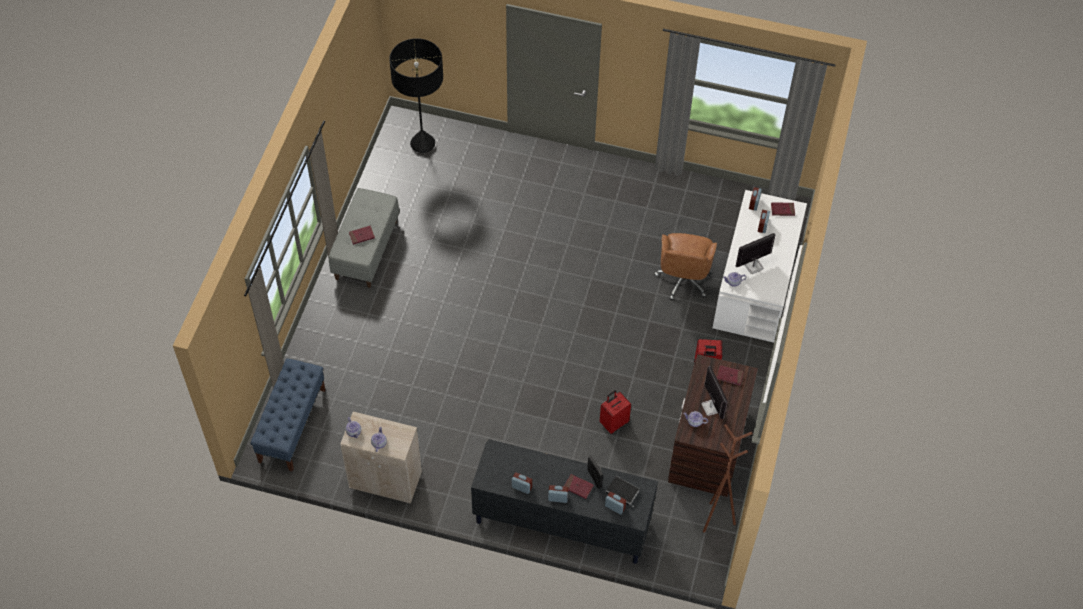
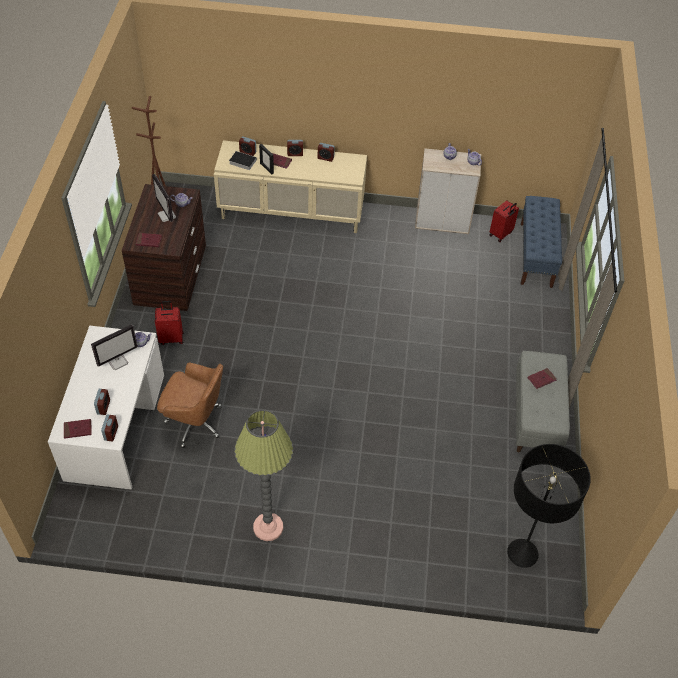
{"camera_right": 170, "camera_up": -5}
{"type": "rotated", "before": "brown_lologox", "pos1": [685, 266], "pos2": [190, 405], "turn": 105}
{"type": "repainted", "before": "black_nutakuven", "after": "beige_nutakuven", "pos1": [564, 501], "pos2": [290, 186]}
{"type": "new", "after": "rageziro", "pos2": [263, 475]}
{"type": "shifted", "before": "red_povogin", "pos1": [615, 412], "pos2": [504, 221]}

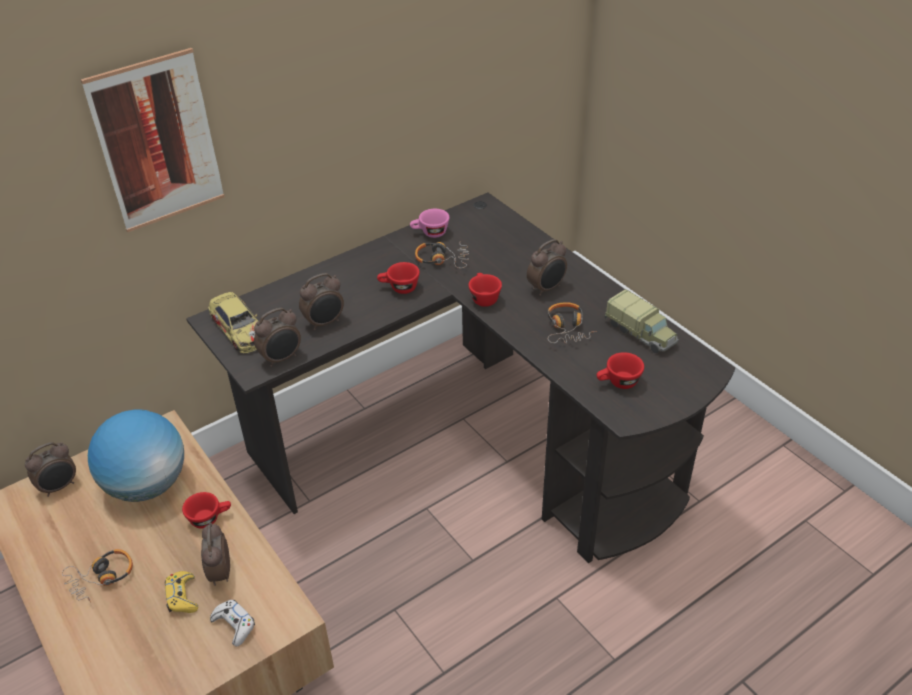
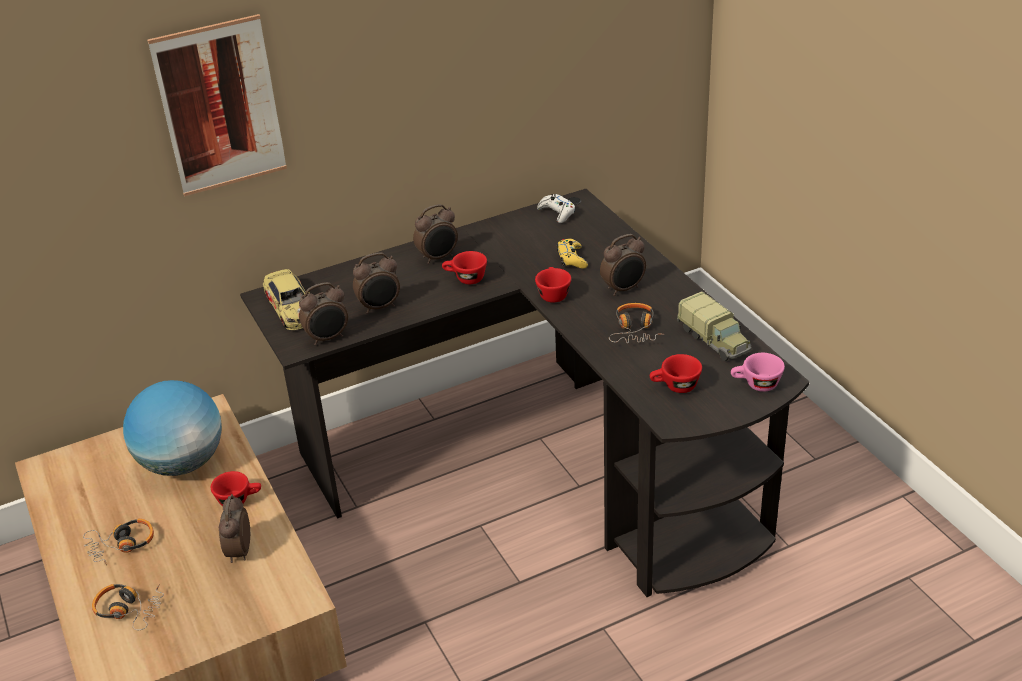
{"camera_right": 10, "camera_up": -5}
{"type": "shifted", "before": "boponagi", "pos1": [442, 255], "pos2": [128, 607]}
{"type": "shifted", "before": "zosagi", "pos1": [50, 469], "pos2": [435, 234]}
{"type": "shifted", "before": "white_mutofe", "pos1": [232, 623], "pos2": [556, 208]}
{"type": "shifted", "before": "yellow_mutofe", "pos1": [181, 592], "pos2": [572, 254]}
{"type": "shifted", "before": "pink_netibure", "pos1": [429, 223], "pos2": [758, 372]}

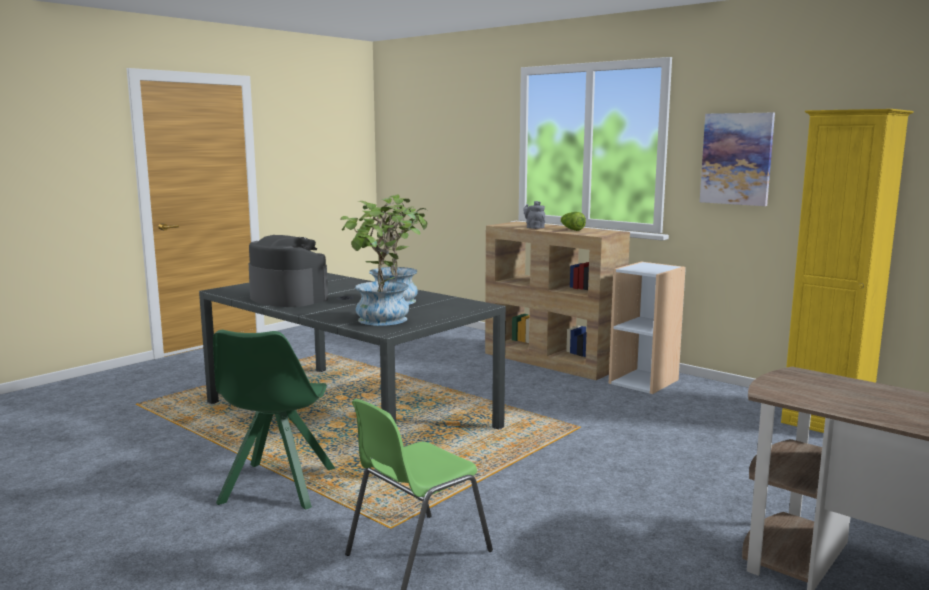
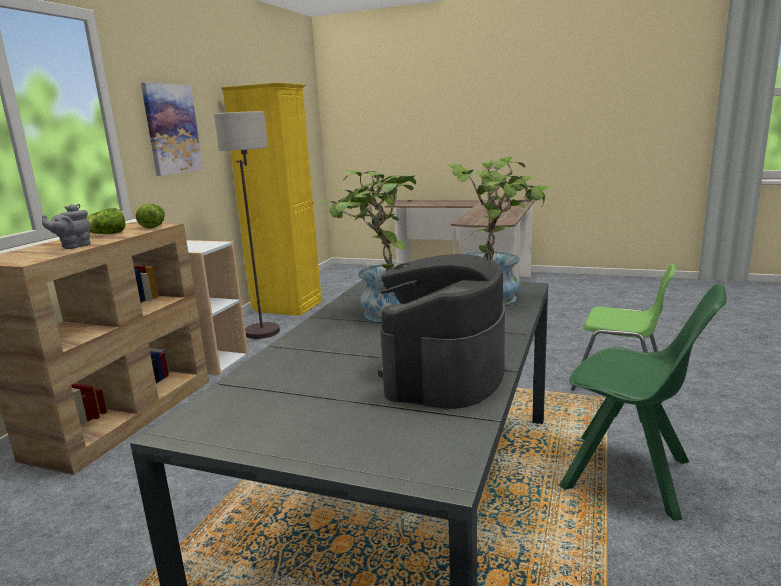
{"camera_right": -110, "camera_up": 5}
{"type": "new", "after": "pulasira", "pos2": [150, 216]}
{"type": "new", "after": "grey_rageziro", "pos2": [247, 225]}
{"type": "rotated", "before": "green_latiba", "pos1": [274, 420], "pos2": [643, 402], "turn": 45}

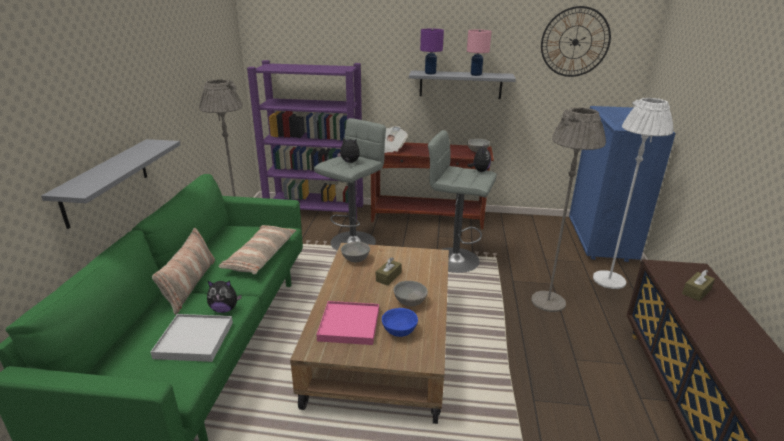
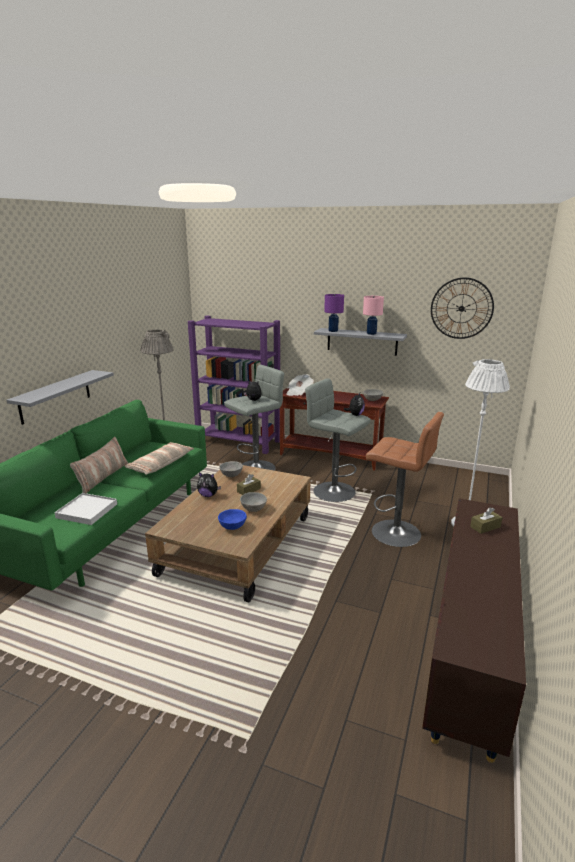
{"camera_right": 15, "camera_up": -5}
{"type": "shifted", "before": "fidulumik", "pos1": [224, 297], "pos2": [209, 484]}
{"type": "swapped", "before": "grey_rageziro", "after": "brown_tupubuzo", "pos1": [568, 210], "pos2": [405, 479]}
{"type": "gone", "before": "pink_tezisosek", "pos1": [348, 323]}
{"type": "gone", "before": "blue_nutakuven", "pos1": [622, 184]}

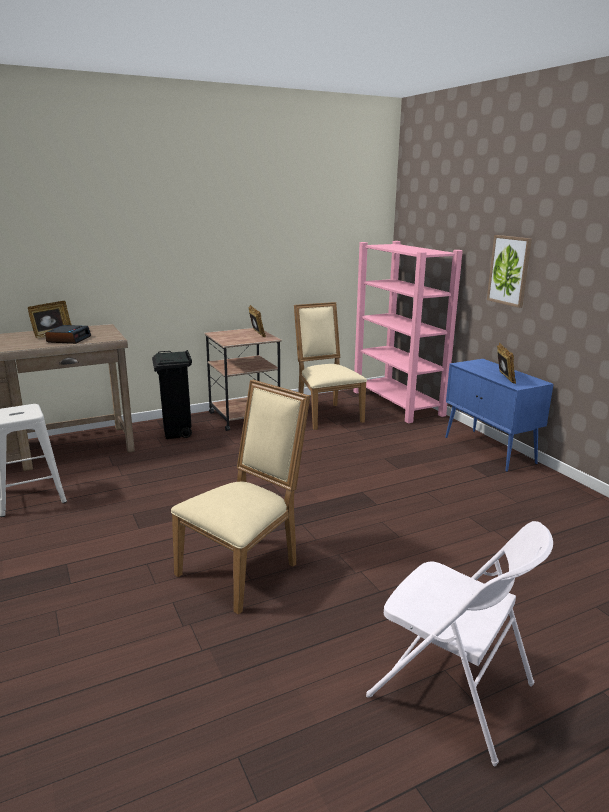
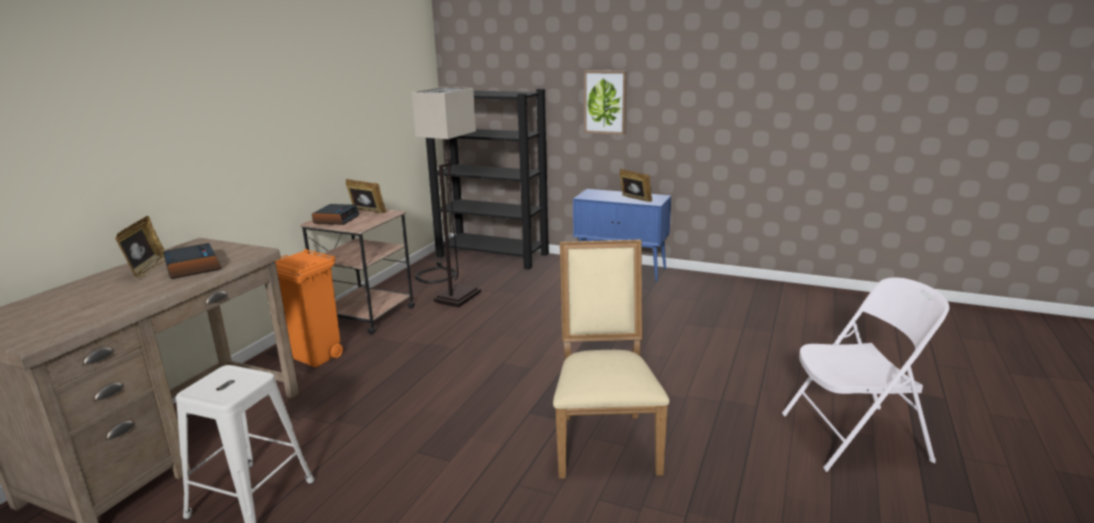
{"camera_right": -40, "camera_up": 0}
{"type": "repainted", "before": "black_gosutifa", "after": "orange_gosutifa", "pos1": [172, 394], "pos2": [309, 308]}
{"type": "new", "after": "zosagi", "pos2": [335, 214]}
{"type": "swapped", "before": "beige_latiba", "after": "rageziro", "pos1": [330, 366], "pos2": [446, 197]}
{"type": "repainted", "before": "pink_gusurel", "after": "black_gusurel", "pos1": [408, 332], "pos2": [487, 179]}

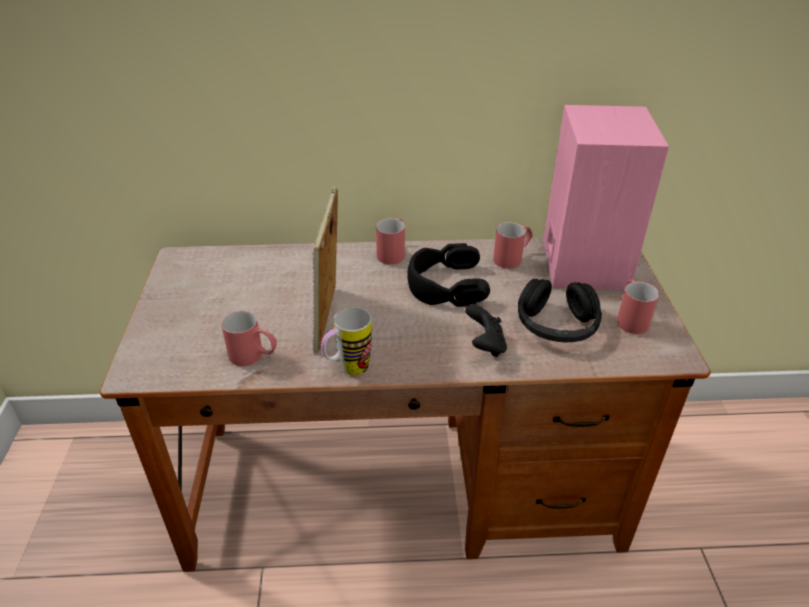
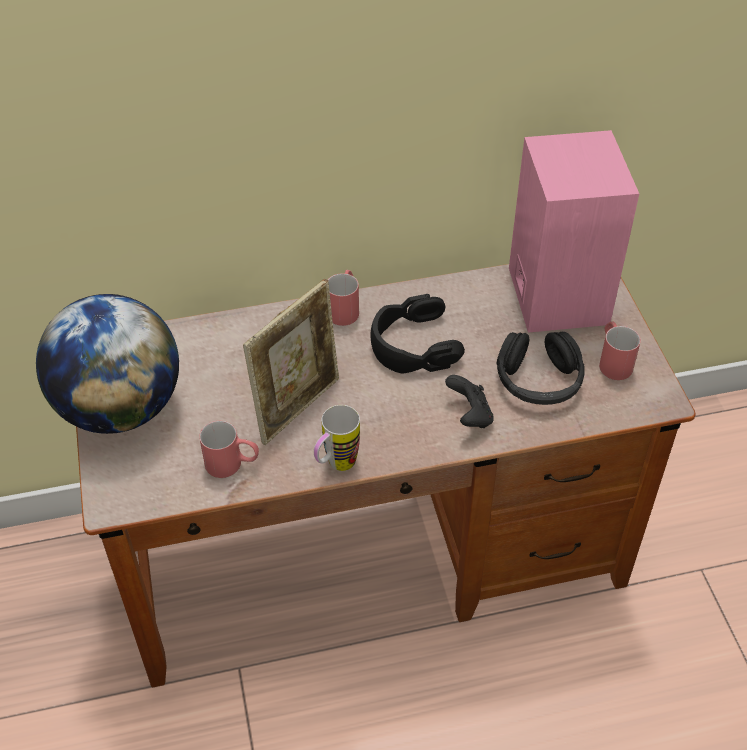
{"camera_right": -10, "camera_up": 10}
{"type": "new", "after": "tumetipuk", "pos2": [107, 364]}
{"type": "rotated", "before": "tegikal", "pos1": [325, 269], "pos2": [291, 362], "turn": -135}
{"type": "gone", "before": "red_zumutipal", "pos1": [513, 245]}

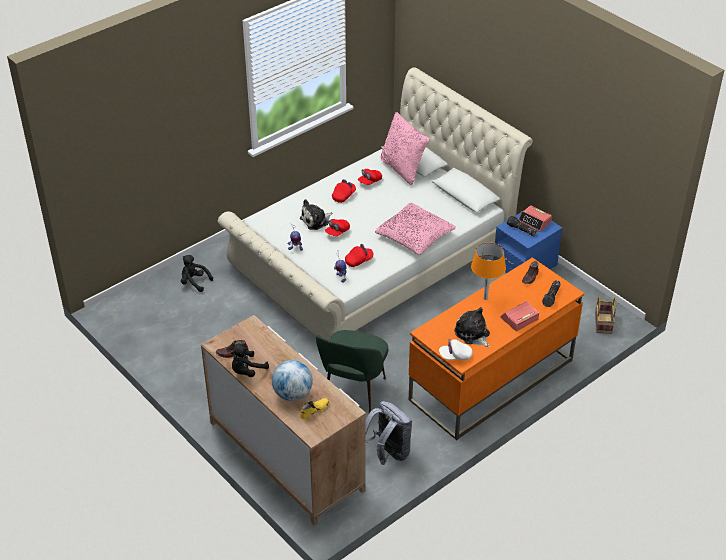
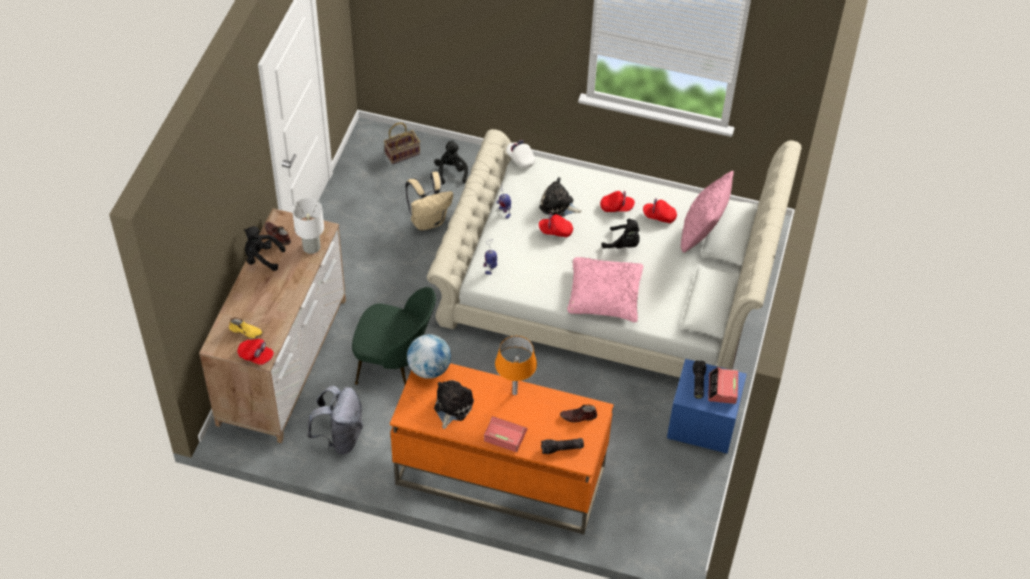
{"camera_right": 55, "camera_up": 10}
{"type": "shifted", "before": "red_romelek", "pos1": [359, 255], "pos2": [255, 352]}
{"type": "new", "after": "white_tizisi", "pos2": [308, 226]}
{"type": "rotated", "before": "green_latiba", "pos1": [352, 371], "pos2": [394, 336], "turn": -150}
{"type": "shifted", "before": "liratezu", "pos1": [605, 315], "pos2": [402, 143]}
{"type": "new", "after": "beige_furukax", "pos2": [429, 201]}
{"type": "shifted", "before": "tumetipuk", "pos1": [292, 380], "pos2": [429, 356]}
{"type": "shifted", "before": "white_romelek", "pos1": [456, 349], "pos2": [520, 154]}
{"type": "new", "after": "black_fidulumik", "pos2": [621, 234]}

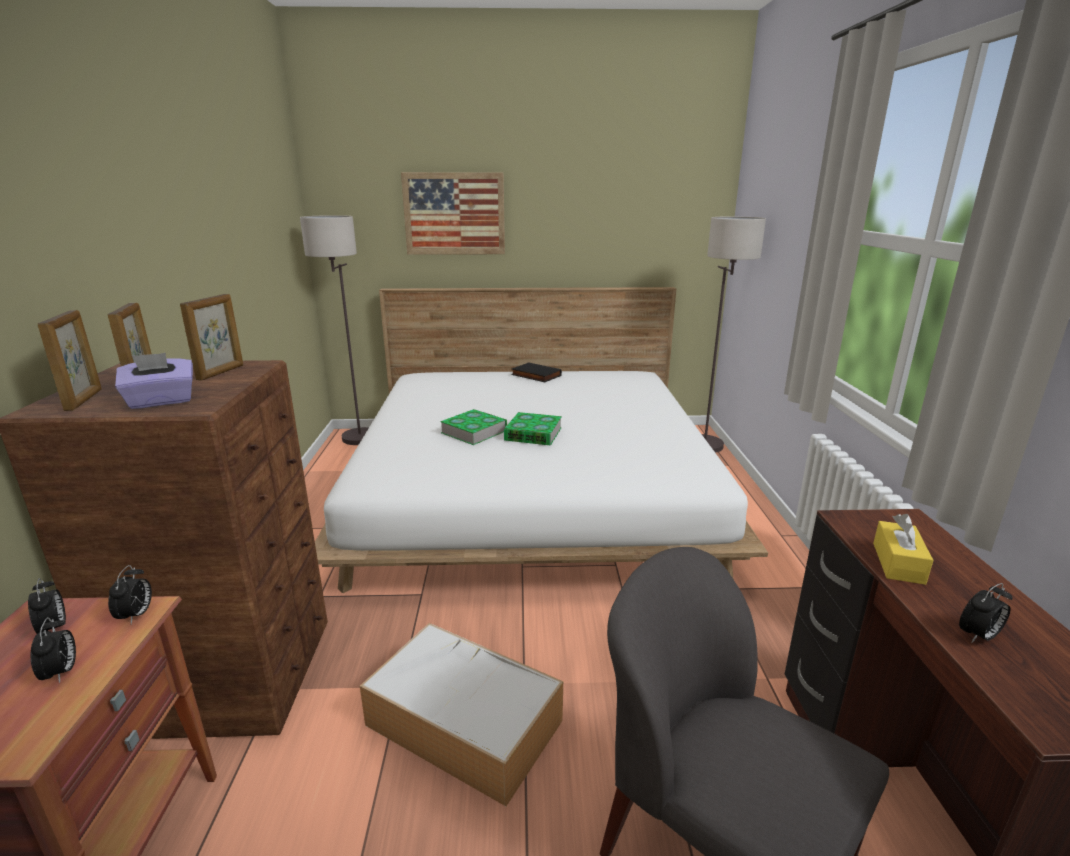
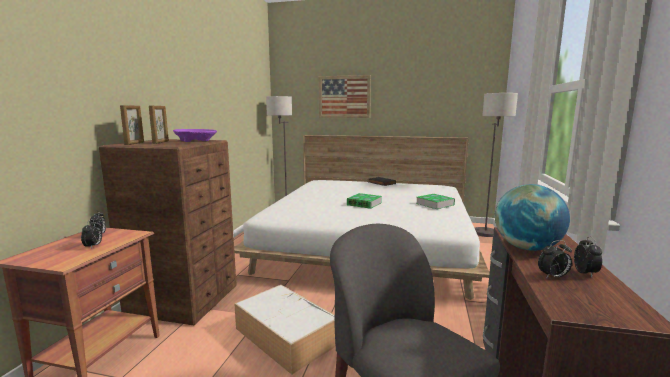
{"camera_right": 15, "camera_up": -10}
{"type": "swapped", "before": "tegikal", "after": "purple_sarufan", "pos1": [211, 337], "pos2": [195, 135]}
{"type": "shifted", "before": "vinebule", "pos1": [473, 427], "pos2": [435, 201]}
{"type": "swapped", "before": "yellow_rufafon", "after": "tumetipuk", "pos1": [903, 549], "pos2": [532, 217]}
{"type": "shifted", "before": "zosagi", "pos1": [130, 594], "pos2": [588, 256]}
{"type": "gone", "before": "purple_rufafon", "pos1": [154, 381]}

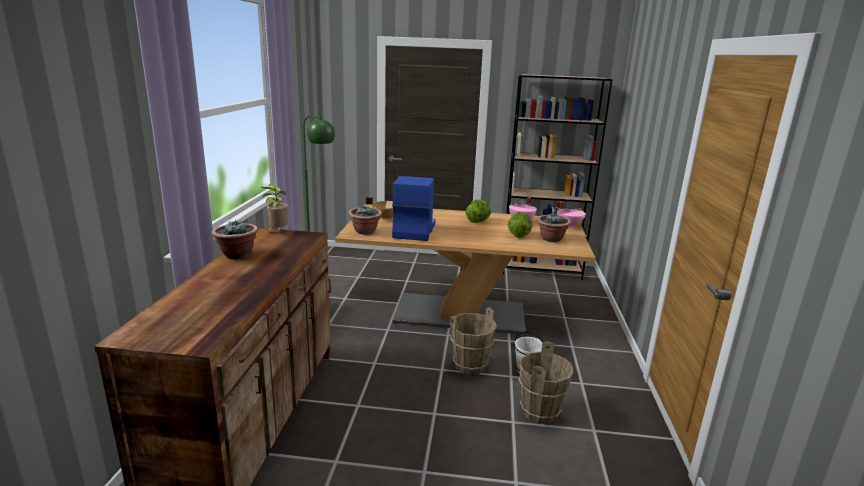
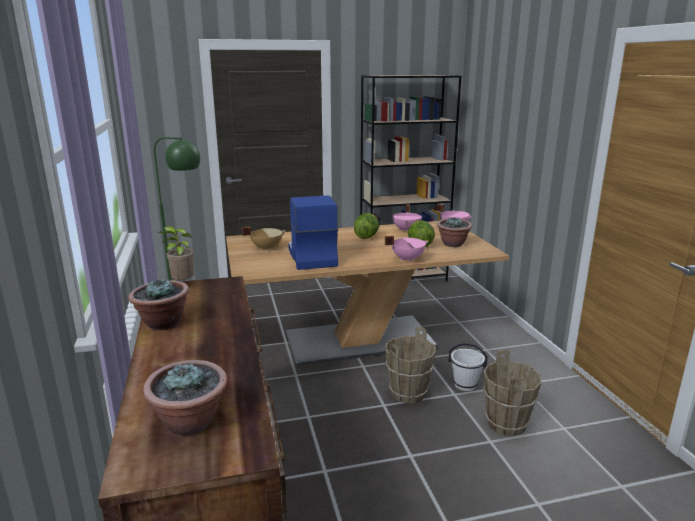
{"camera_right": -20, "camera_up": 0}
{"type": "shifted", "before": "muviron", "pos1": [365, 220], "pos2": [185, 398]}
{"type": "new", "after": "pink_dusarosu", "pos2": [407, 249]}

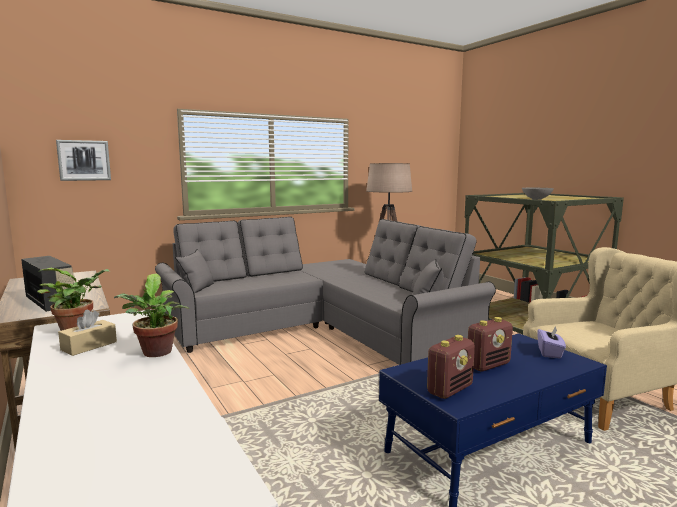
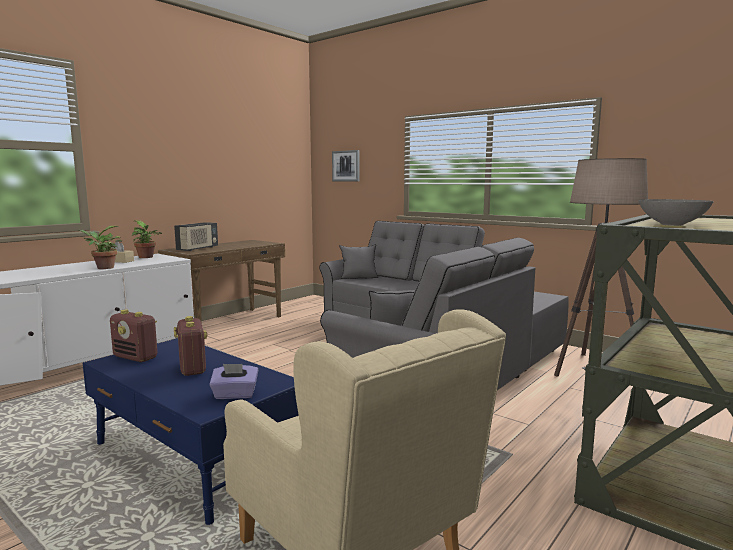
{"camera_right": 70, "camera_up": 0}
{"type": "rotated", "before": "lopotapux", "pos1": [490, 344], "pos2": [190, 346], "turn": -150}

